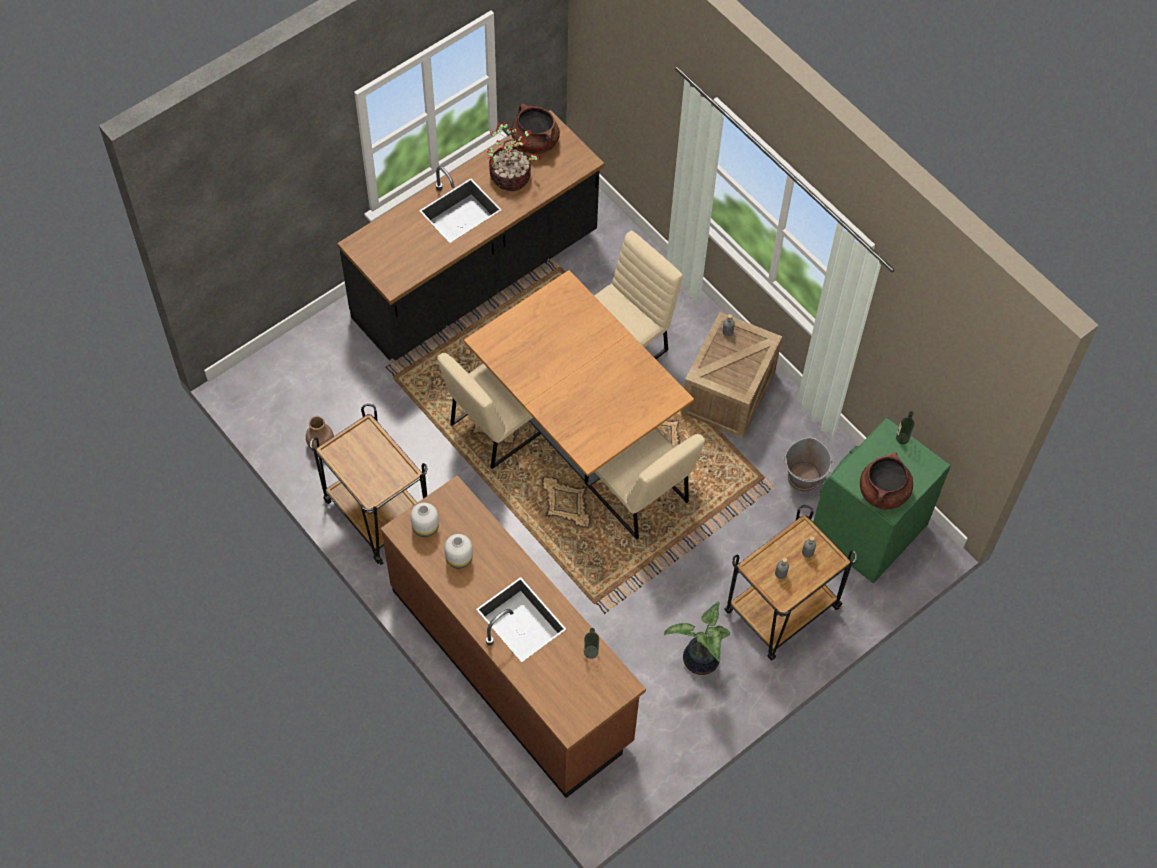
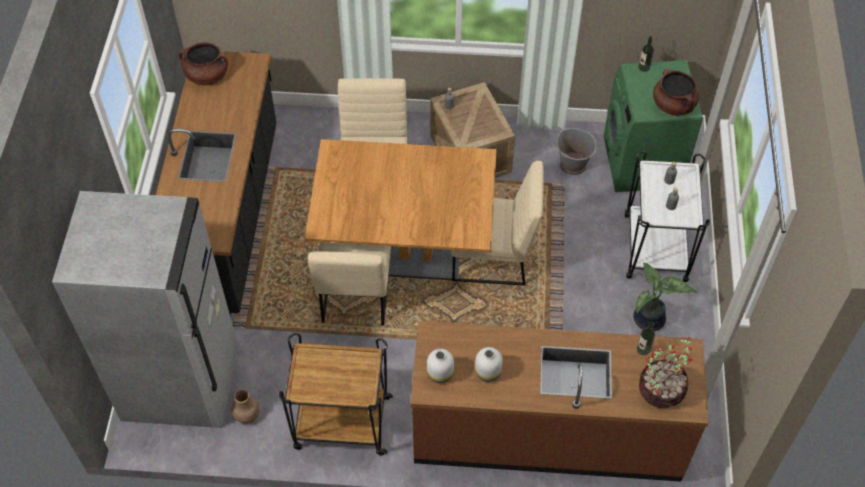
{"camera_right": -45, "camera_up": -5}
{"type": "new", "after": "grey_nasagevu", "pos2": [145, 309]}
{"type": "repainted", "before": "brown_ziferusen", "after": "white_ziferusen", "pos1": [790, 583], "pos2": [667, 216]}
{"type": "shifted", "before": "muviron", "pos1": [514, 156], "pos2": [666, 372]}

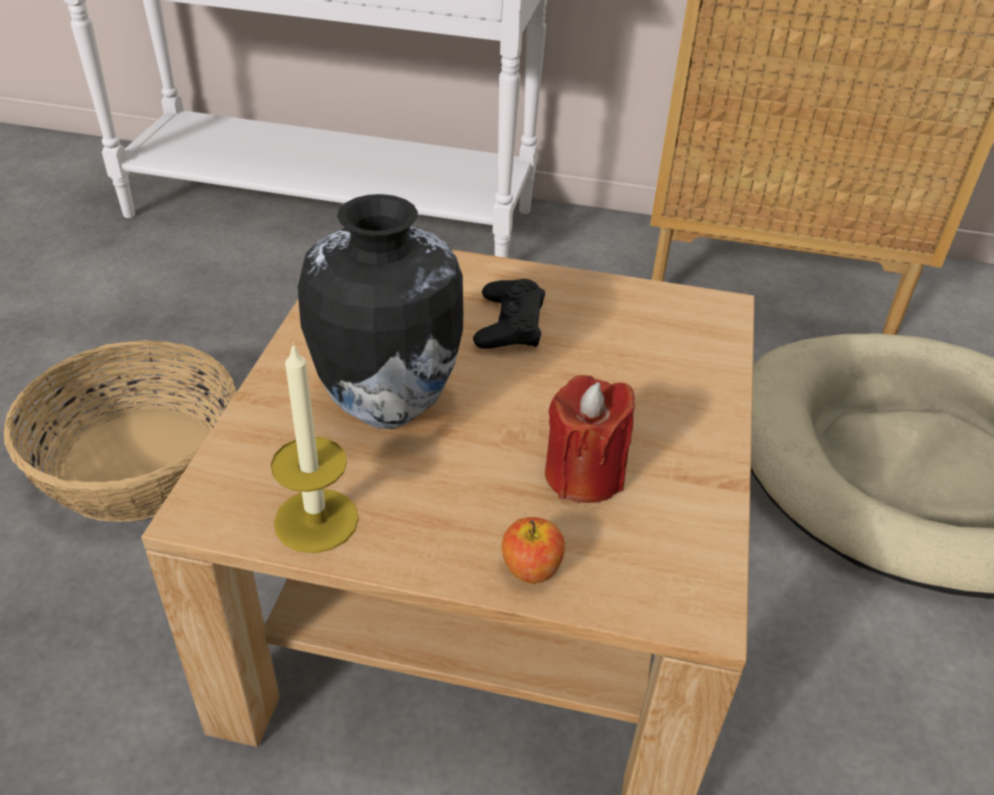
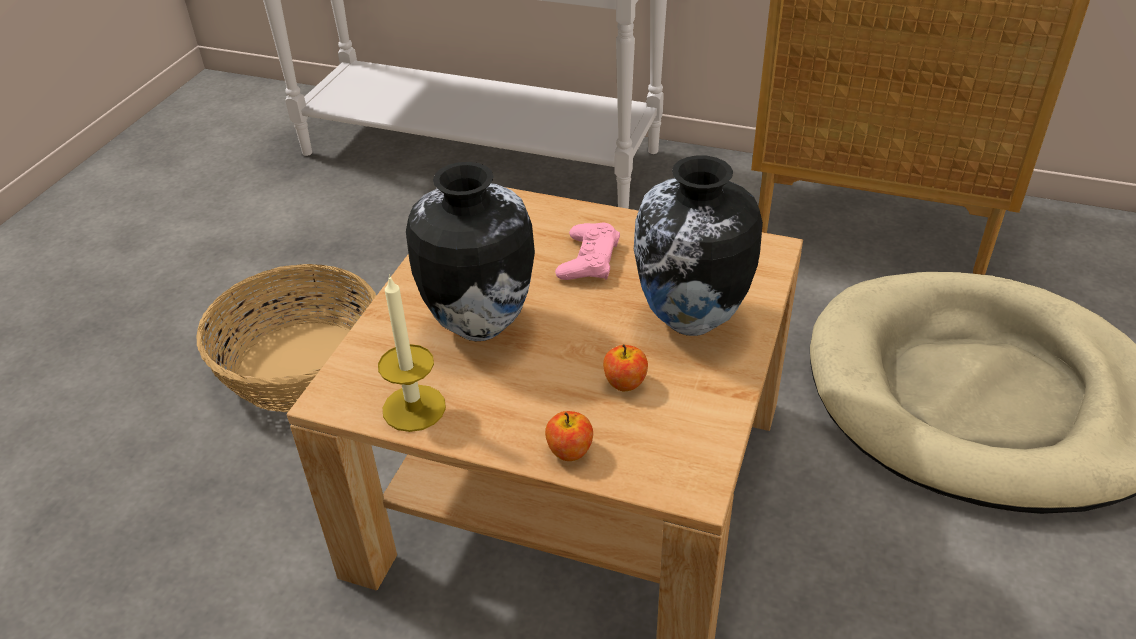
{"camera_right": 10, "camera_up": 0}
{"type": "repainted", "before": "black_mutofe", "after": "pink_mutofe", "pos1": [509, 314], "pos2": [587, 251]}
{"type": "swapped", "before": "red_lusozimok", "after": "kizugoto", "pos1": [590, 439], "pos2": [625, 367]}
{"type": "new", "after": "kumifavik", "pos2": [698, 245]}

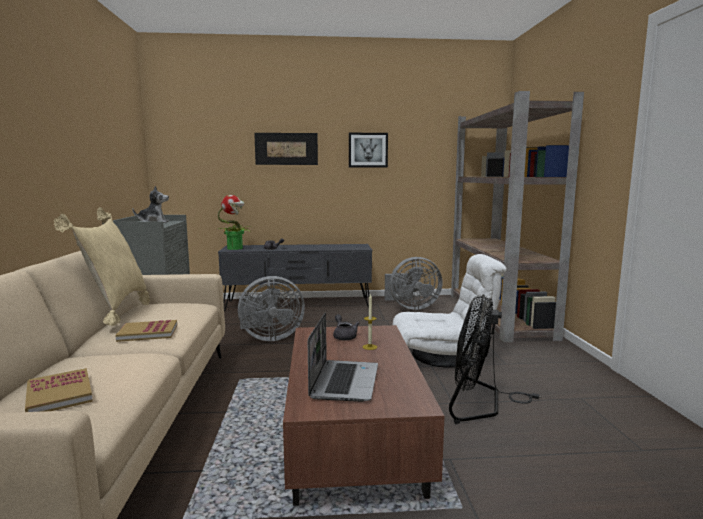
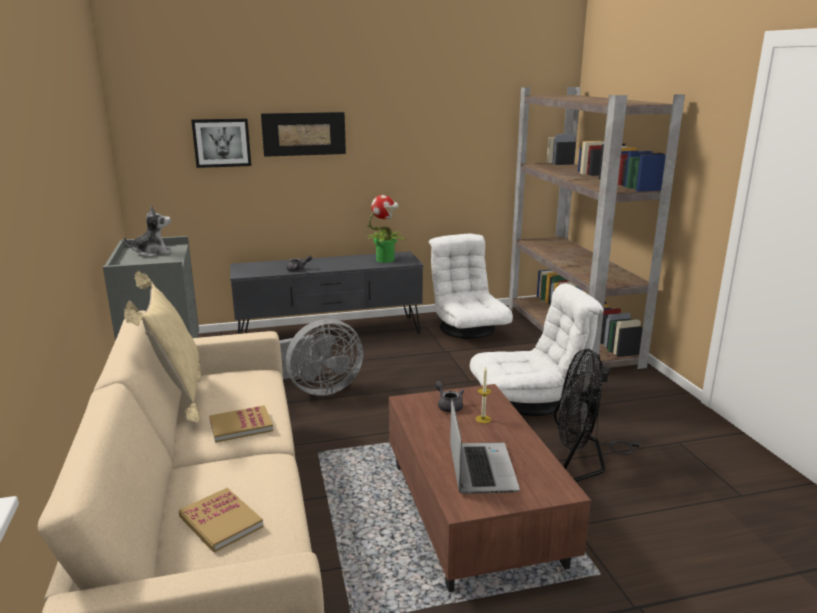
{"camera_right": -10, "camera_up": 10}
{"type": "shifted", "before": "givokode", "pos1": [368, 150], "pos2": [221, 143]}
{"type": "shifted", "before": "muviron", "pos1": [234, 222], "pos2": [385, 229]}
{"type": "swapped", "before": "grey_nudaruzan", "after": "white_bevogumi", "pos1": [414, 283], "pos2": [471, 286]}

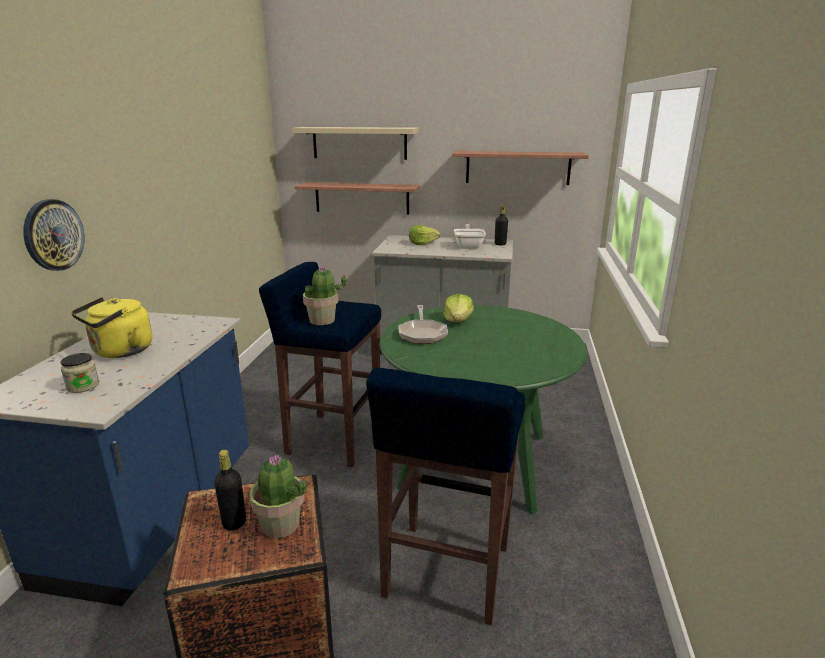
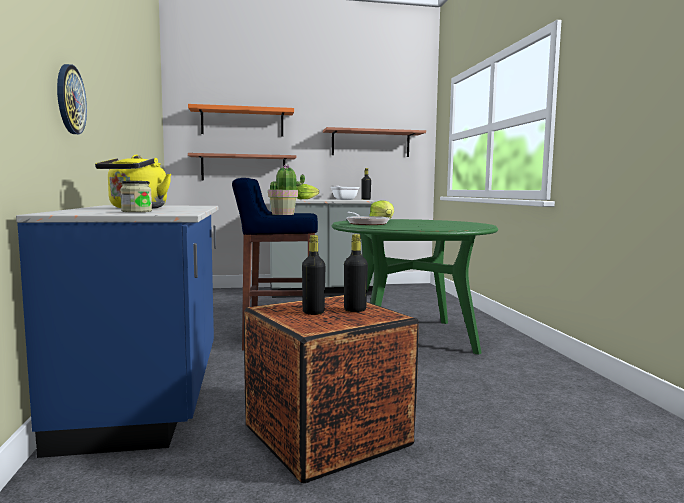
{"camera_right": -20, "camera_up": -15}
{"type": "repainted", "before": "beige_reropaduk", "after": "orange_reropaduk", "pos1": [355, 143], "pos2": [241, 120]}
{"type": "swapped", "before": "muviron", "after": "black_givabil", "pos1": [277, 496], "pos2": [356, 273]}
{"type": "gone", "before": "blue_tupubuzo", "pos1": [445, 496]}

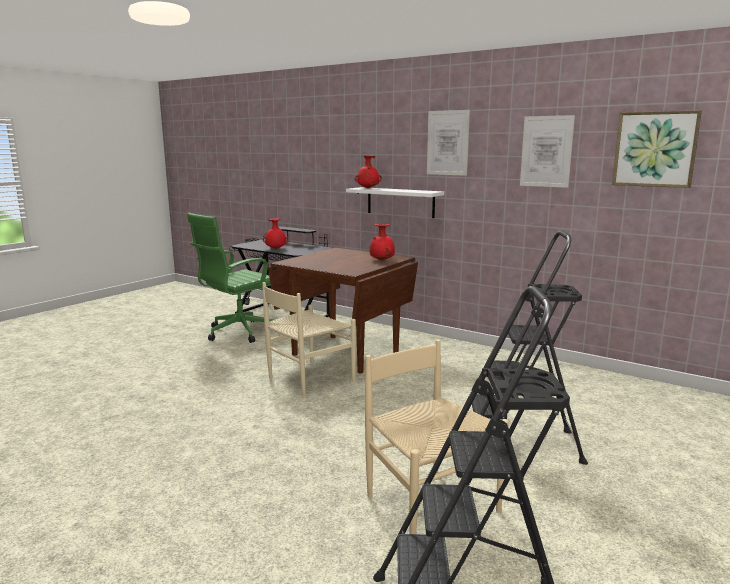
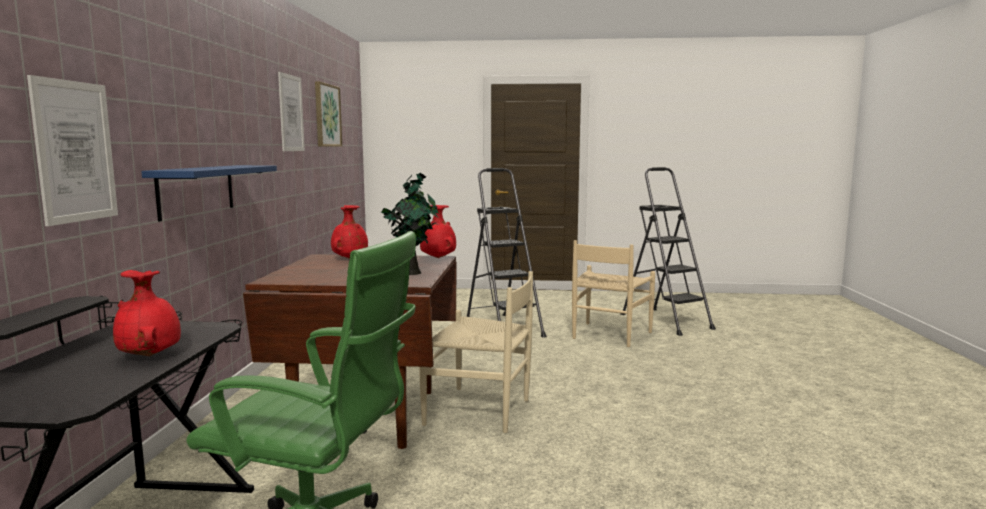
{"camera_right": -120, "camera_up": -5}
{"type": "shifted", "before": "givokode", "pos1": [448, 143], "pos2": [72, 150]}
{"type": "repainted", "before": "white_reropaduk", "after": "blue_reropaduk", "pos1": [395, 202], "pos2": [209, 193]}
{"type": "new", "after": "muviron", "pos2": [410, 224]}
{"type": "shifted", "before": "red_kumifavik", "pos1": [368, 172], "pos2": [438, 231]}

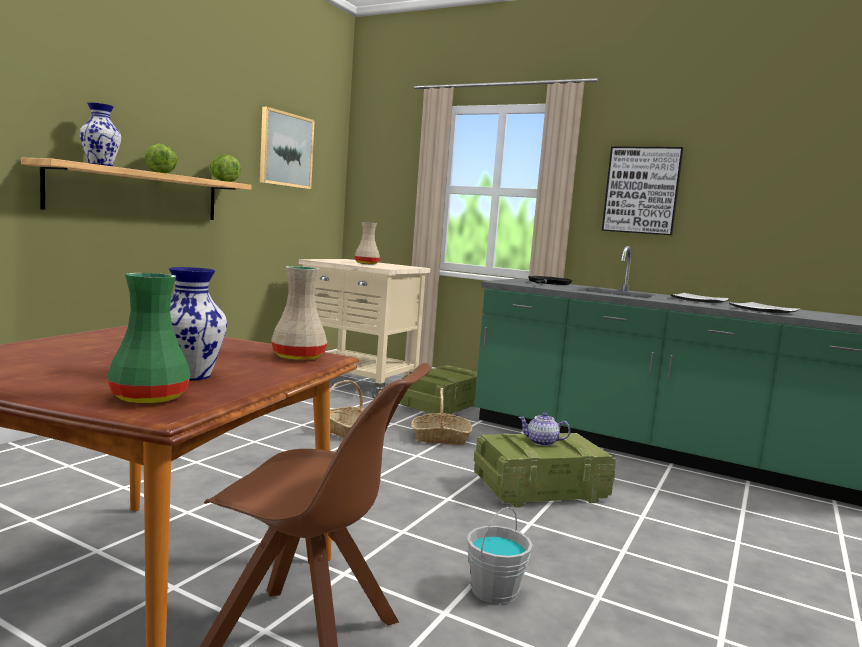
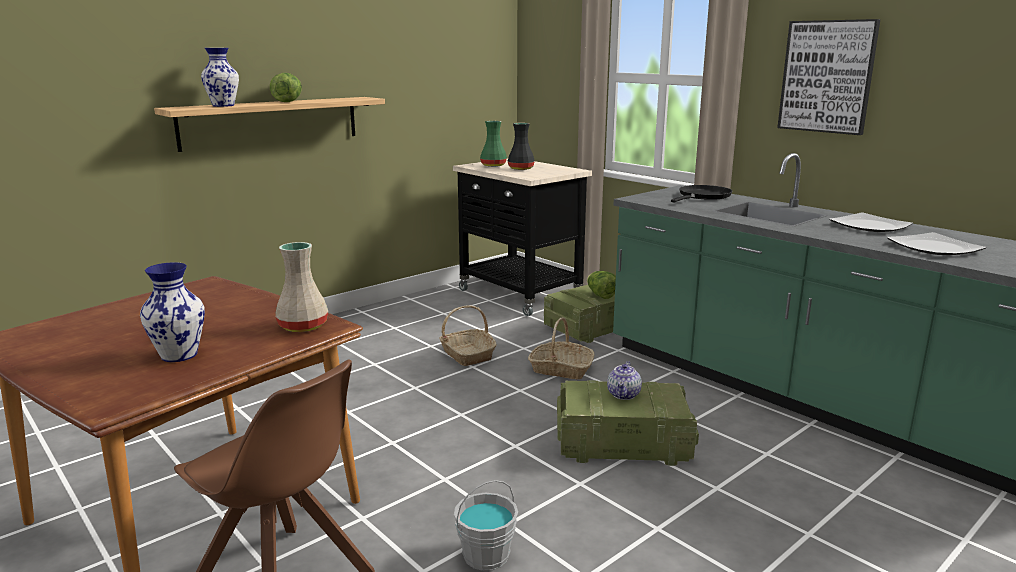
{"camera_right": 20, "camera_up": 10}
{"type": "repainted", "before": "beige_ziferusen", "after": "black_ziferusen", "pos1": [364, 328], "pos2": [522, 237]}
{"type": "shifted", "before": "green_kumifavik", "pos1": [149, 338], "pos2": [493, 144]}
{"type": "repainted", "before": "beige_kumifavik", "after": "black_kumifavik", "pos1": [367, 243], "pos2": [521, 146]}
{"type": "shifted", "before": "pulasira", "pos1": [225, 168], "pos2": [601, 285]}
{"type": "rotated", "before": "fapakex", "pos1": [544, 429], "pos2": [624, 380], "turn": -105}
{"type": "gone", "before": "givokode", "pos1": [287, 148]}

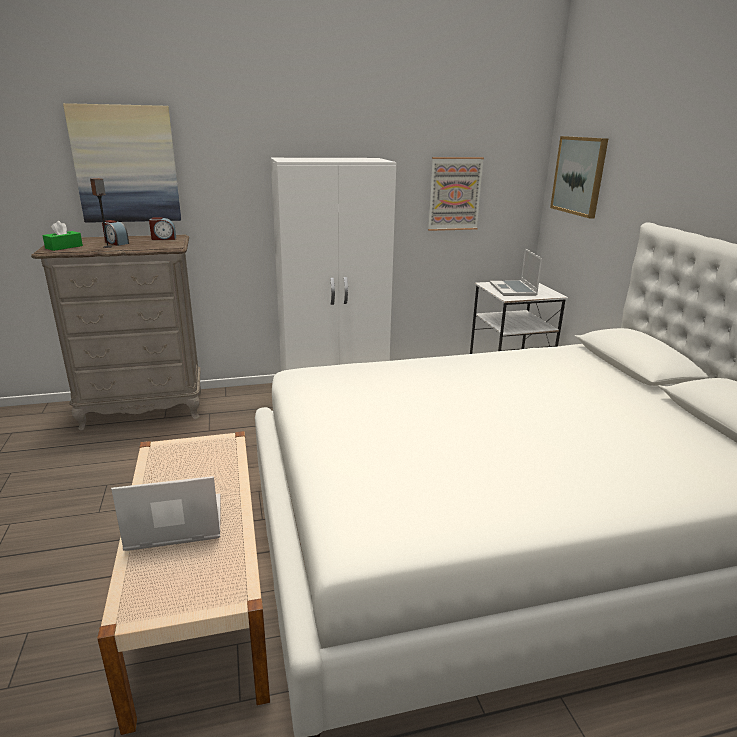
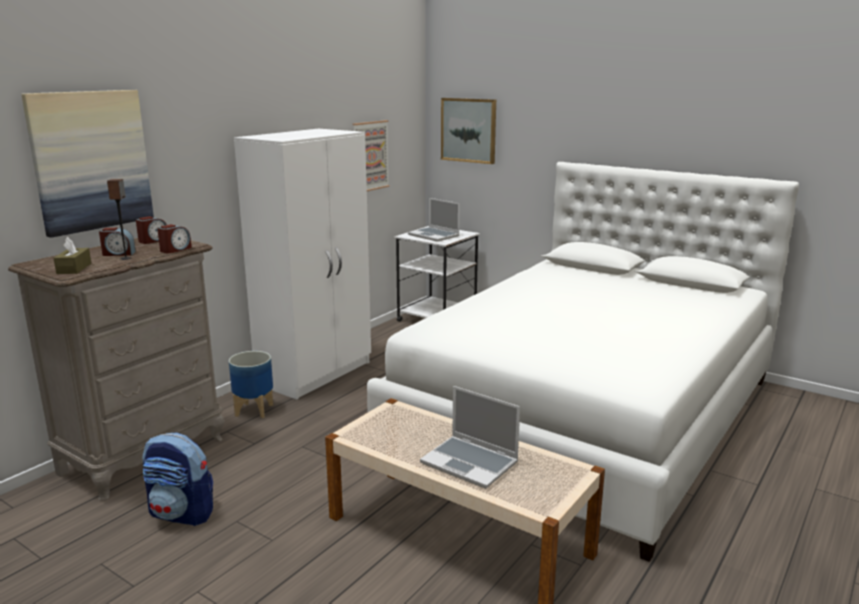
{"camera_right": -40, "camera_up": -5}
{"type": "repainted", "before": "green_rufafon", "after": "brown_rufafon", "pos1": [62, 236], "pos2": [72, 255]}
{"type": "new", "after": "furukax", "pos2": [177, 479]}
{"type": "new", "after": "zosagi", "pos2": [174, 238]}
{"type": "new", "after": "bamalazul", "pos2": [251, 384]}
{"type": "rotated", "before": "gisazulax", "pos1": [166, 513], "pos2": [470, 437], "turn": -90}

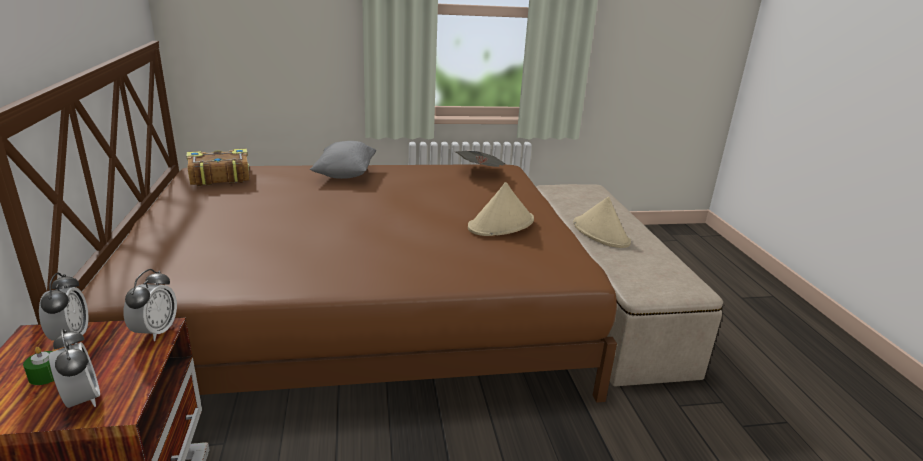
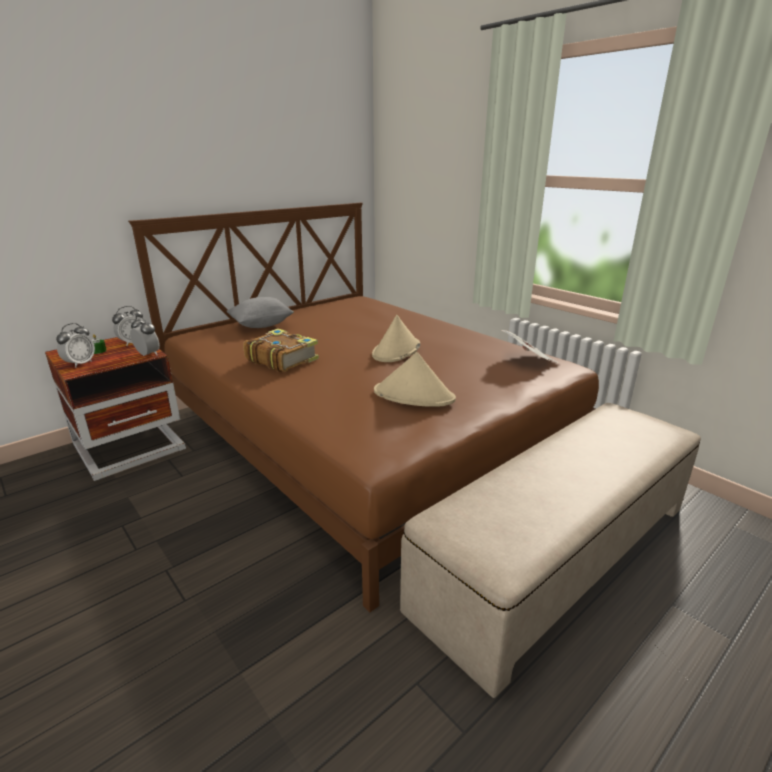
{"camera_right": 60, "camera_up": 0}
{"type": "rotated", "before": "zosagi", "pos1": [150, 305], "pos2": [145, 336], "turn": -120}
{"type": "shifted", "before": "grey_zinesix", "pos1": [343, 160], "pos2": [259, 312]}
{"type": "shifted", "before": "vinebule", "pos1": [218, 167], "pos2": [281, 350]}
{"type": "shifted", "before": "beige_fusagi", "pos1": [602, 222], "pos2": [396, 338]}

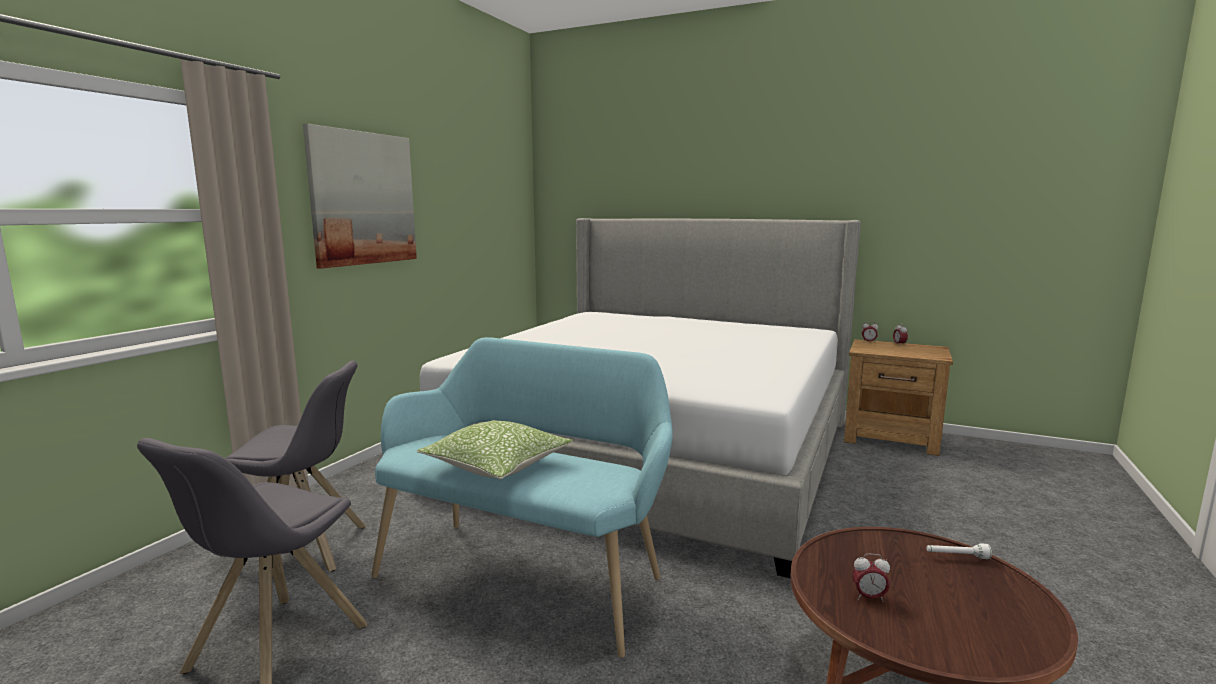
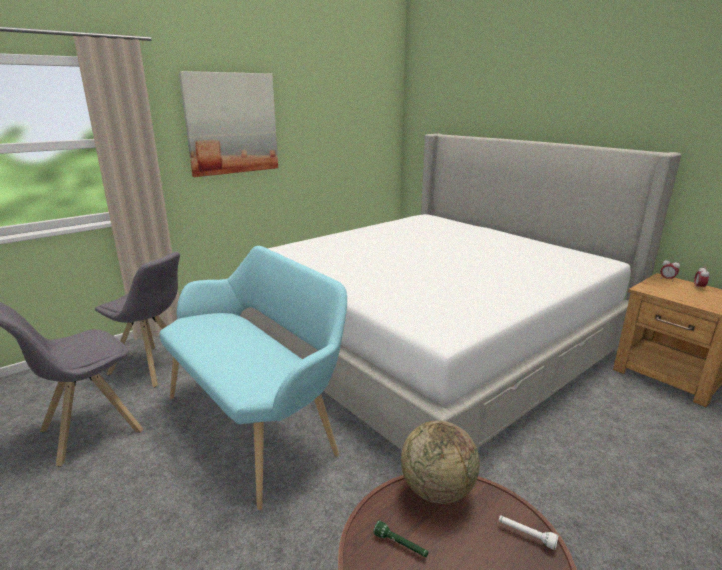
{"camera_right": 25, "camera_up": 10}
{"type": "swapped", "before": "zosagi", "after": "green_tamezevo", "pos1": [871, 577], "pos2": [400, 538]}
{"type": "new", "after": "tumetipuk", "pos2": [440, 462]}
{"type": "gone", "before": "zinesix", "pos1": [495, 449]}

